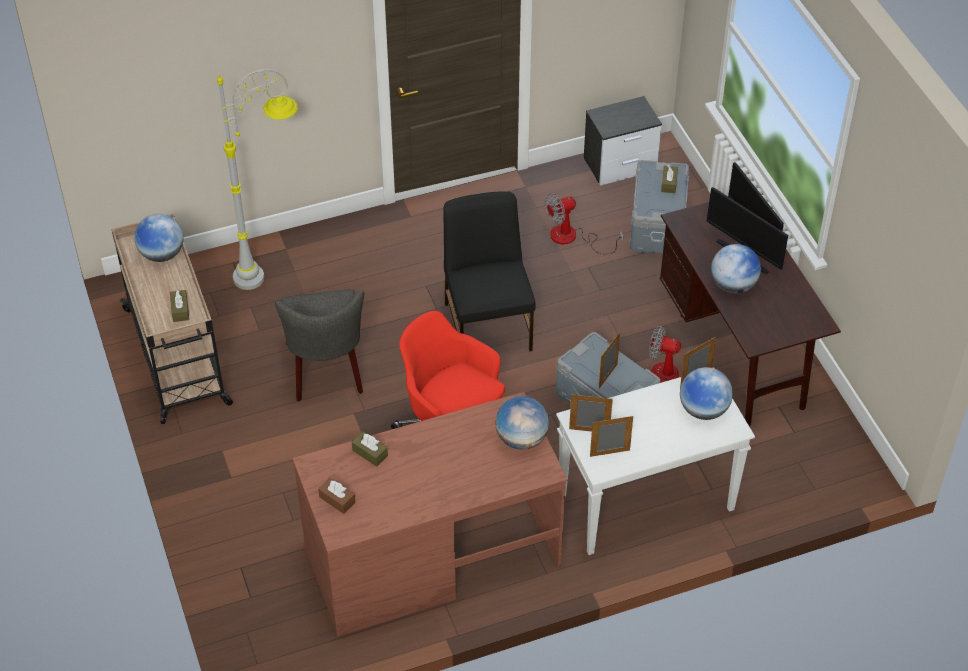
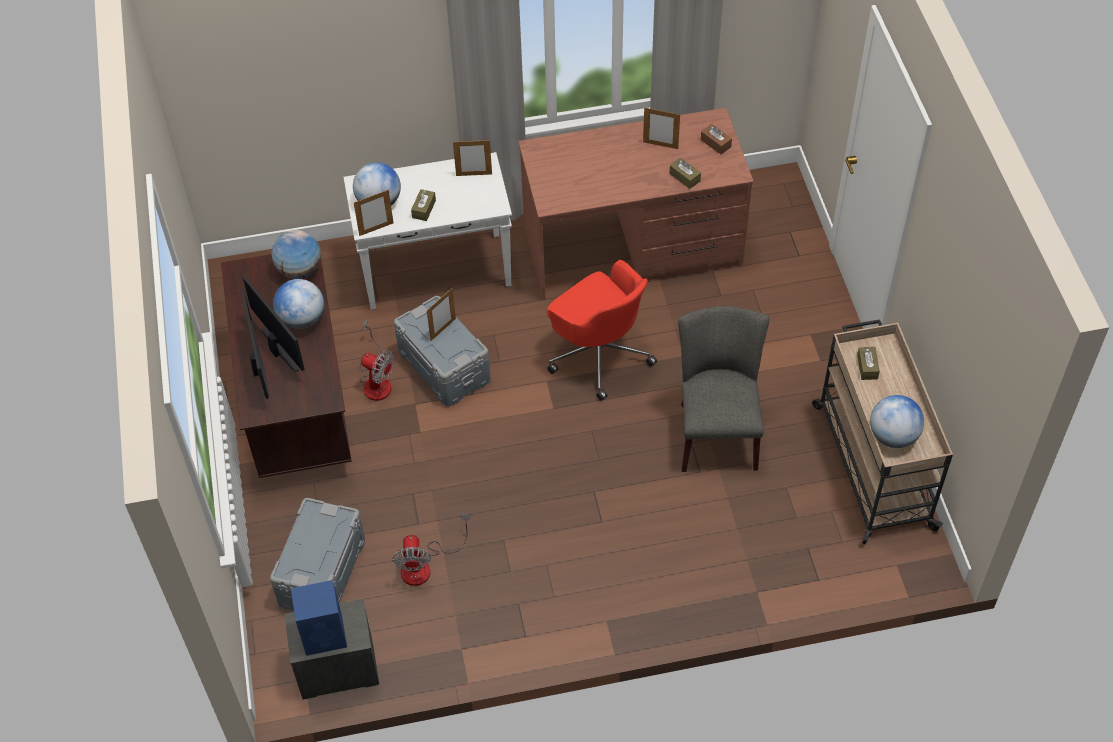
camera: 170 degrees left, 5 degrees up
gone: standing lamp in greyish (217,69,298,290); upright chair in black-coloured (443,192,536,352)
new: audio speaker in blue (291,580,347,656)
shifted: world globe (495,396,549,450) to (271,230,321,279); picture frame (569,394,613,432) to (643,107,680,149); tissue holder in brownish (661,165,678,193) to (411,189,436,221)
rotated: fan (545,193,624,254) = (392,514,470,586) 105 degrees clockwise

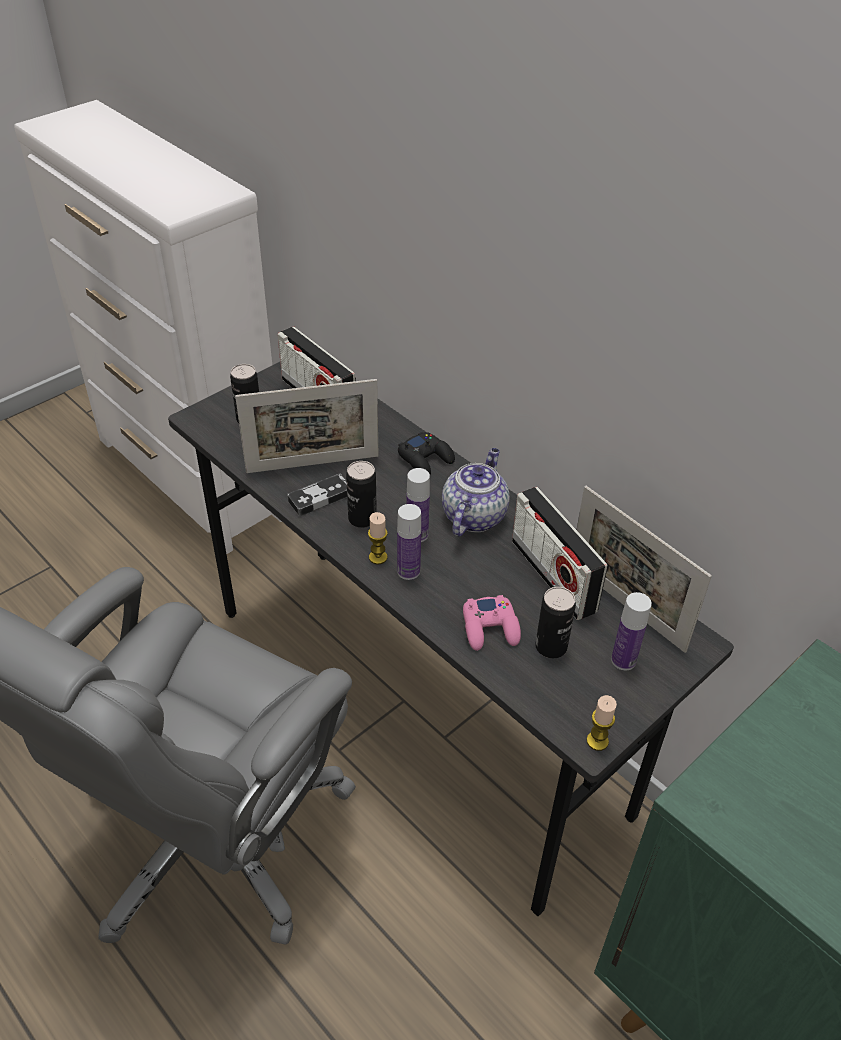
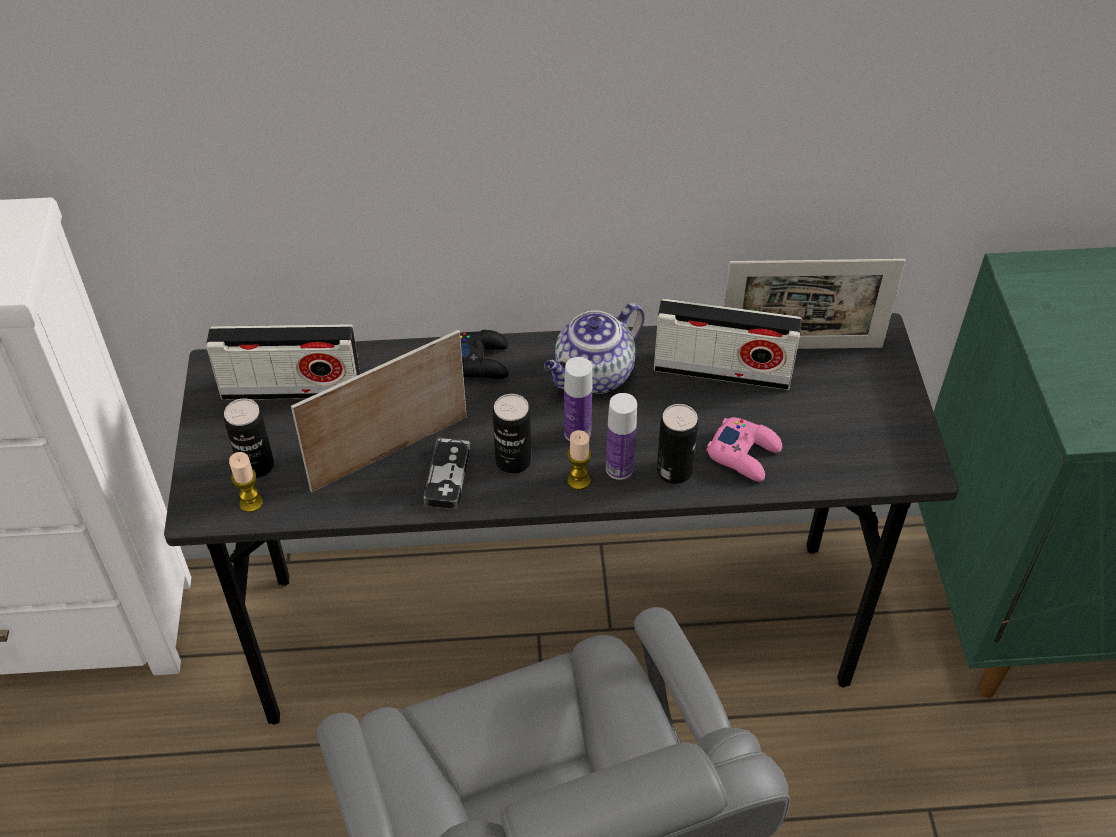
camera: 50 degrees left, 5 degrees up
gone: drink bottle (611,592,652,670)
shifted: can (535,587,576,658) to (657,404,698,484); candle (586,695,617,751) to (229,452,263,513)
rotated: picture frame (235,379,378,473) = (291,330,467,492) 150 degrees counterclockwise; teapot (442,448,510,536) = (544,303,644,394) 105 degrees counterclockwise

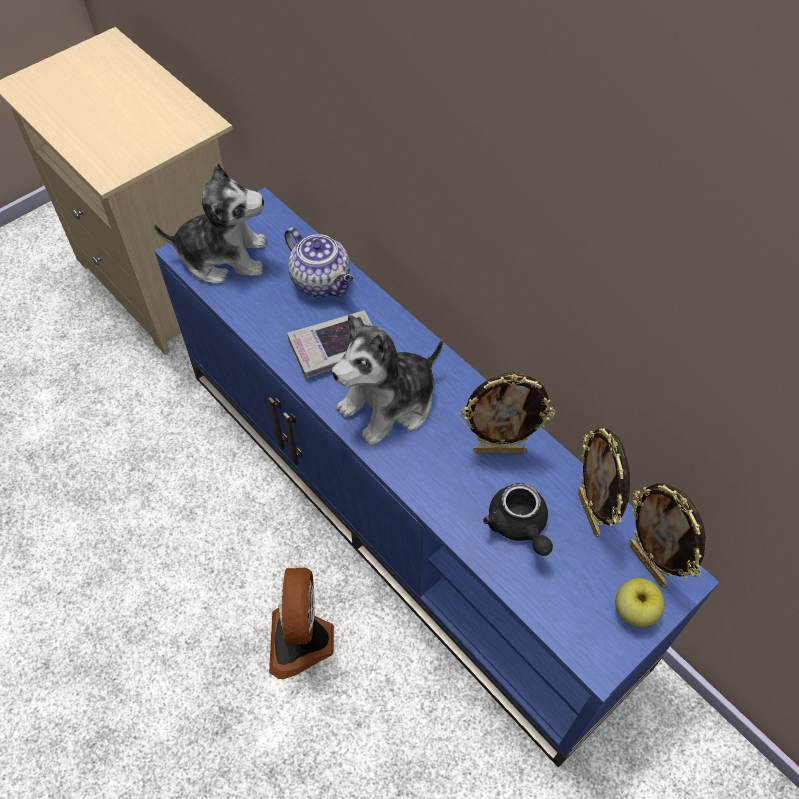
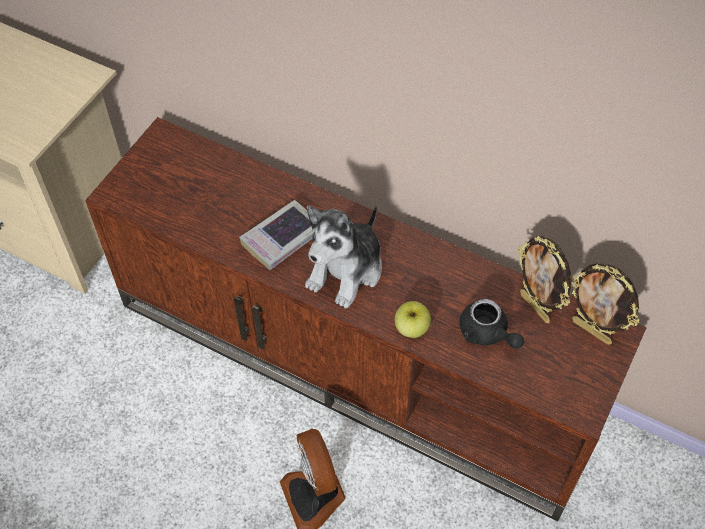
camera: 20 degrees left, 0 degrees up
gone: cuddly toy (154,163,267,284); teapot (284,227,354,297); picture frame (460,372,555,454)
shifted: whole apple (615,578,665,628) to (395,301,431,338)
repainted: media console in blue (155,187,719,767) to media console in brownish (85,117,647,522)

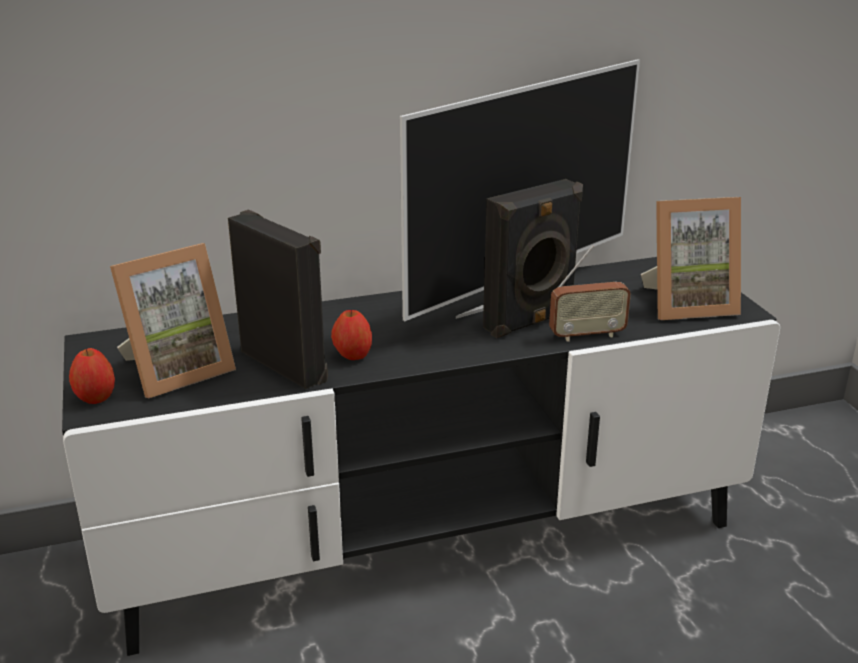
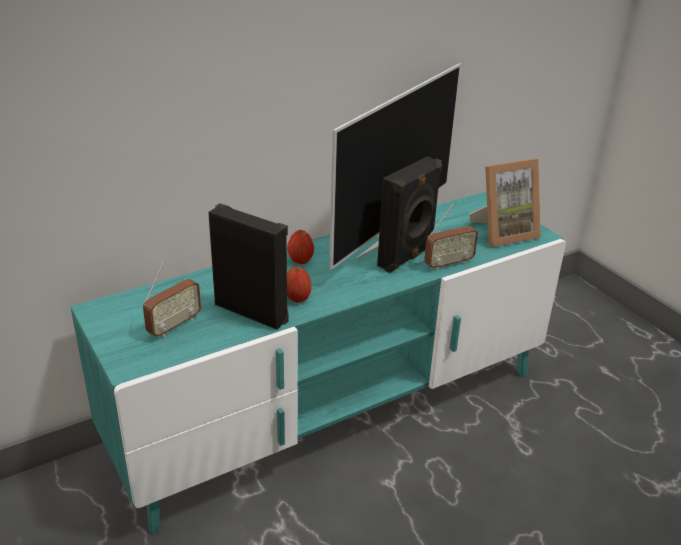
camera: 15 degrees left, 5 degrees up
shifted: whole apple (69,348,115,404) to (287,230,314,264)
swapped: picture frame (110,243,236,399) to radio receiver (143,260,201,337)
repainted: media console in black-coloured (62,257,780,656) to media console in blue-green (70,191,566,534)

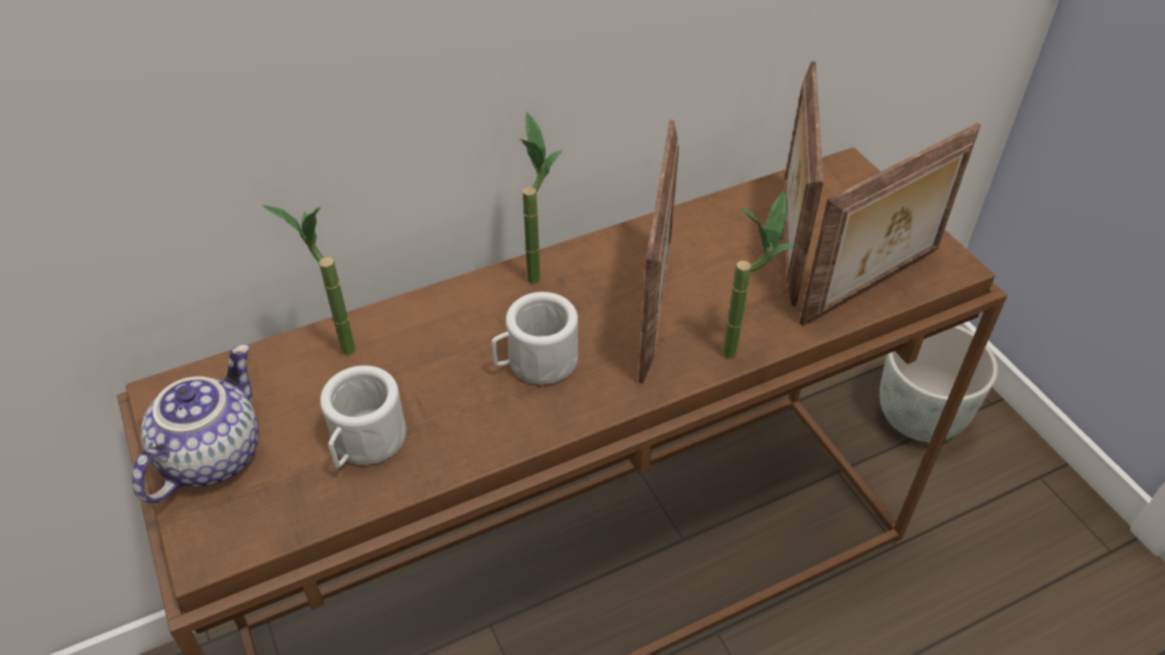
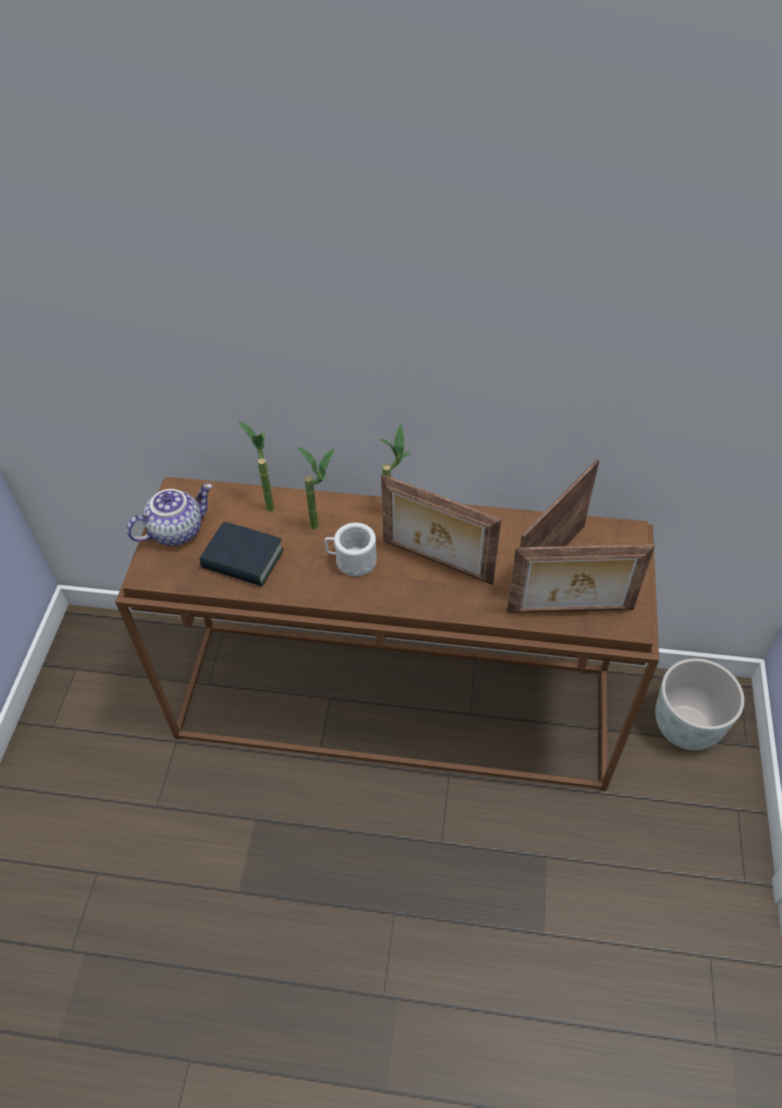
camera: 35 degrees right, 5 degrees up
shifted: plant in a pot (723,190,796,359) to (298,447,334,529)
swapped: coffee mug in white-coloured (320,365,406,468) to book (200,522,284,586)
rotated: picture frame (638,120,679,384) = (381,474,501,585) 75 degrees clockwise

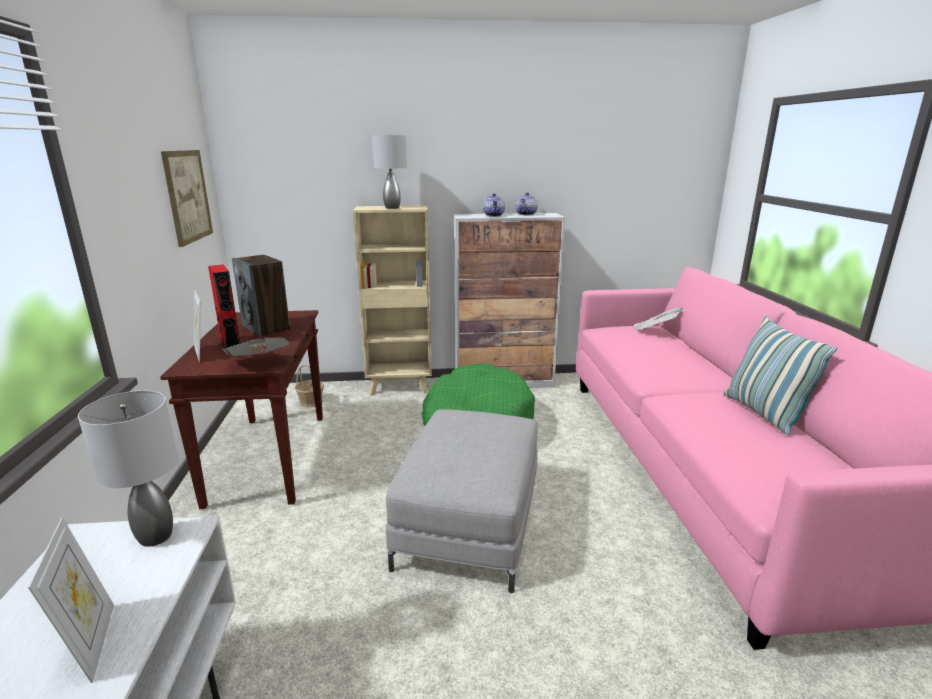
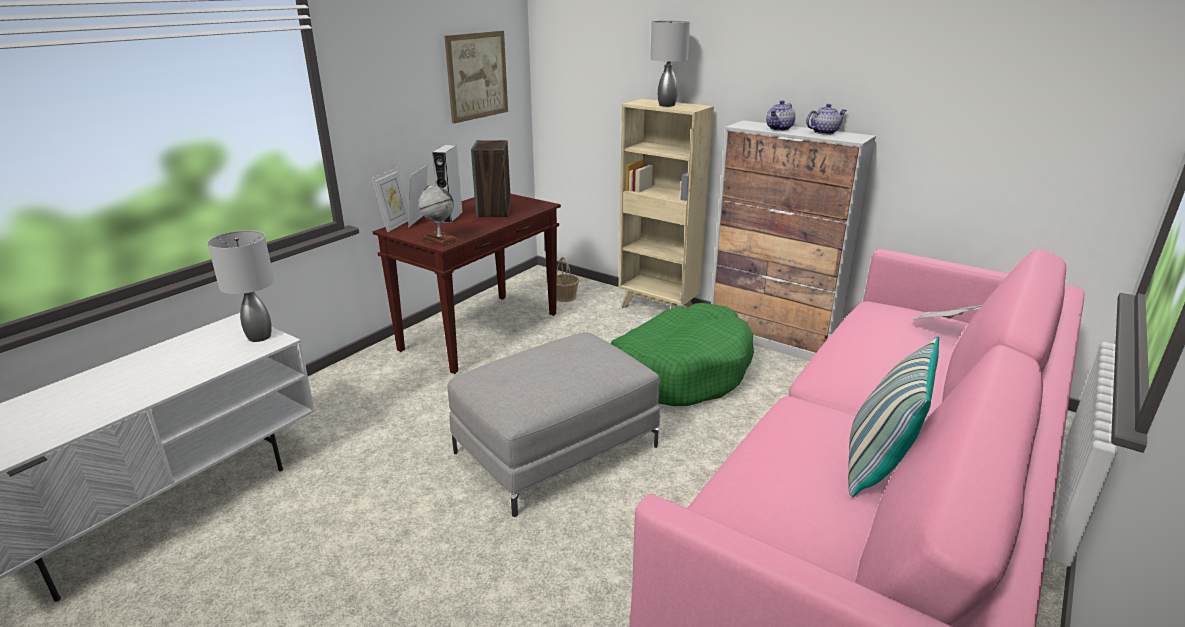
camera: 40 degrees right, 5 degrees up
shifted: picture frame (28,517,114,683) to (372,167,409,233)
swapped: printed paper (221,337,291,356) to world globe (419,184,458,246)
repainted: audio speaker in reddish (208,265,240,348) to audio speaker in greyish (432,145,463,223)

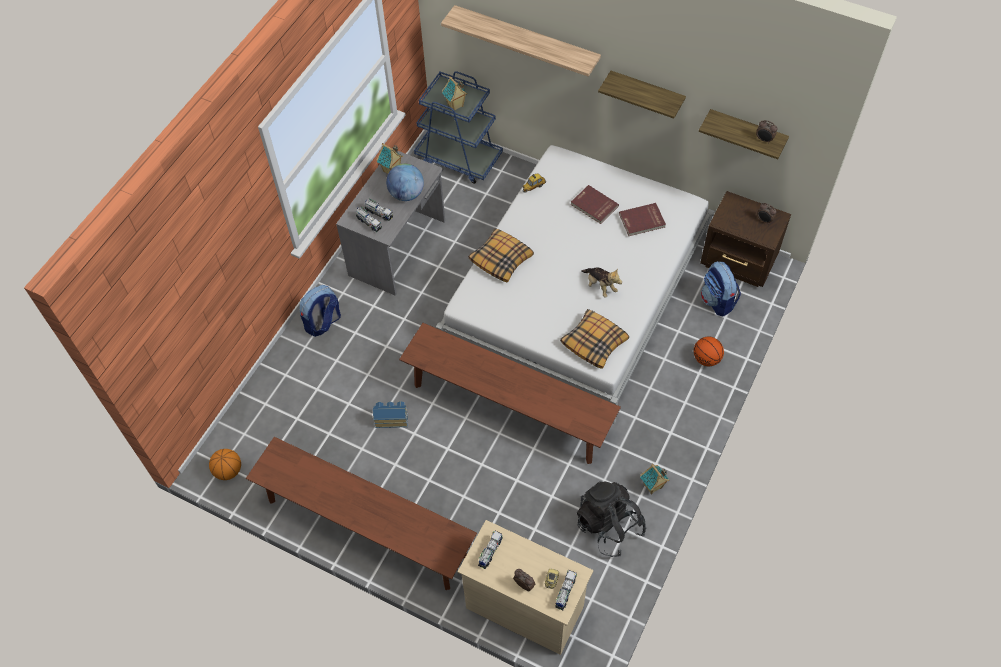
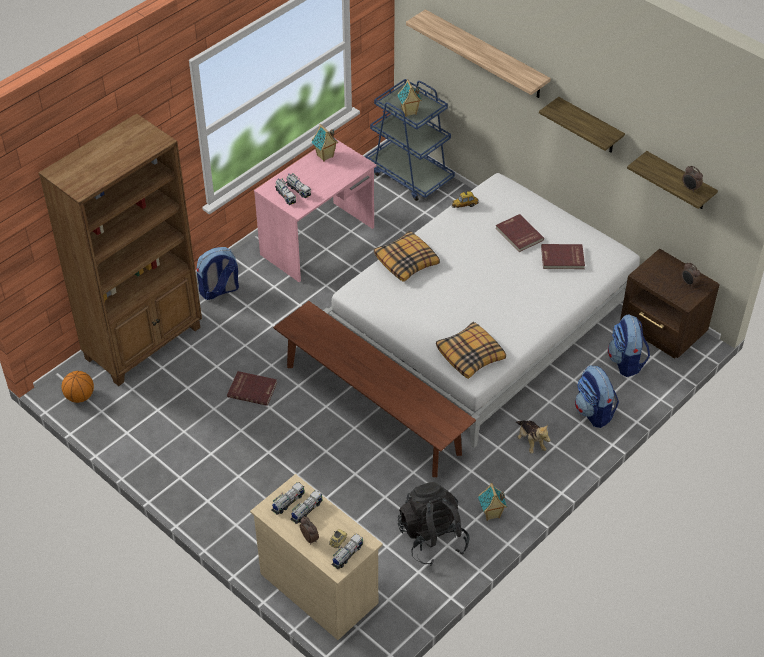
camera: 15 degrees right, 10 degrees down
gone: long seat in brownish (246,437,477,590); world globe (386,164,424,201)
new: bookshelf in brownish (38,113,202,386); toy lorry (290,490,322,524)
shifted: cuddly toy (581,268,622,298) to (516,420,550,454)
swapped: miniature house (373,401,408,428) to book in reddish (227,371,277,406); basketball ball (694,337,724,366) to knapsack (575,365,619,428)
repainted: desk table in greyish (336,151,445,296) to desk table in pink-coloured (254,137,377,282)

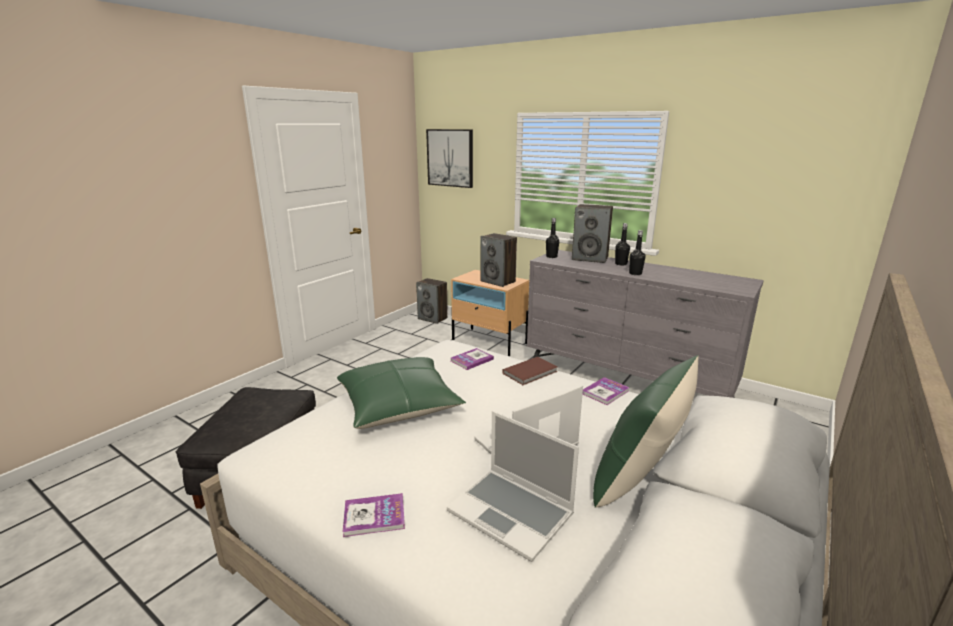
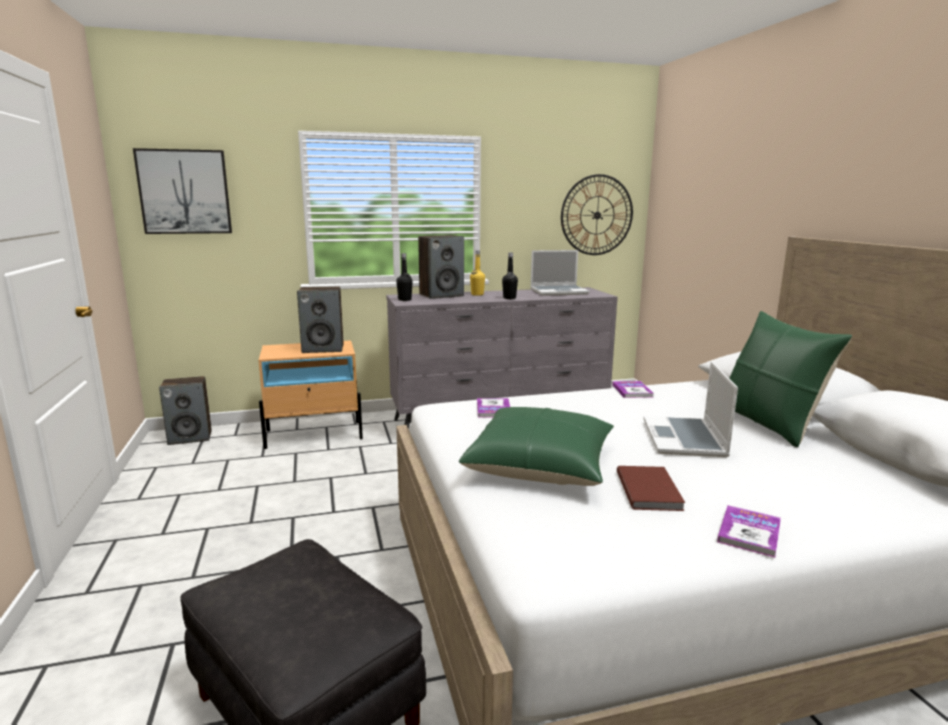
camera: 50 degrees left, 5 degrees down
new: hanging clock (561,174,633,255)
shifted: laptop (447,411,579,562) to (530,250,590,296); book in brownish (502,357,558,385) to (617,466,685,511)
repainted: drink bottle in black-coloured (615,223,630,266) to drink bottle in yellow (470,250,485,296)

